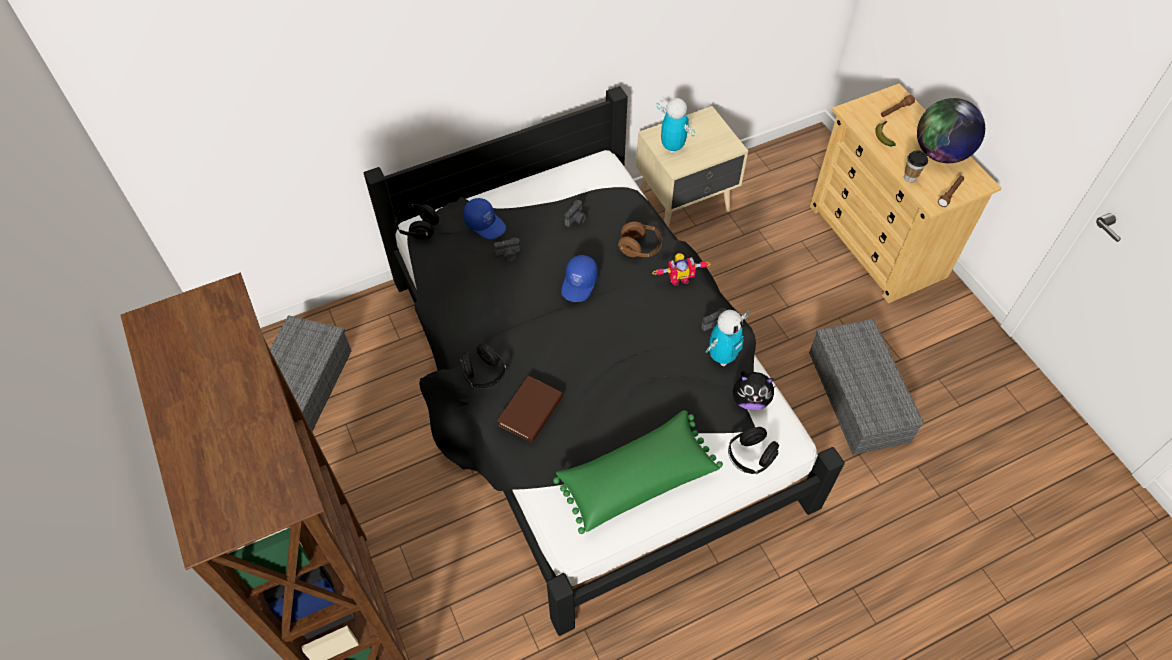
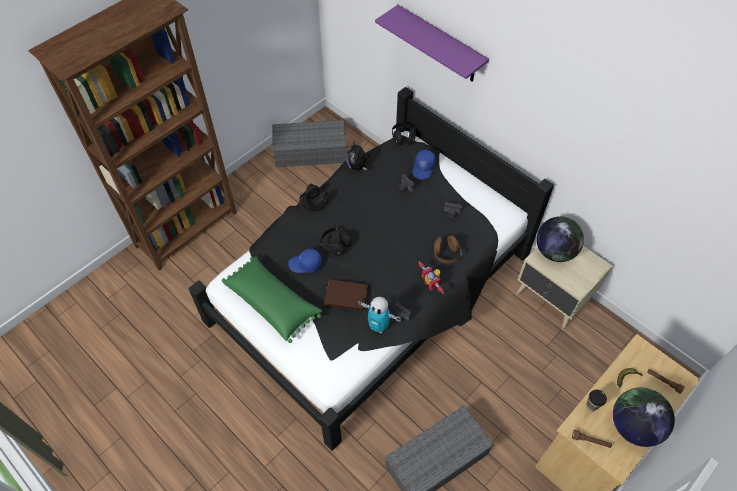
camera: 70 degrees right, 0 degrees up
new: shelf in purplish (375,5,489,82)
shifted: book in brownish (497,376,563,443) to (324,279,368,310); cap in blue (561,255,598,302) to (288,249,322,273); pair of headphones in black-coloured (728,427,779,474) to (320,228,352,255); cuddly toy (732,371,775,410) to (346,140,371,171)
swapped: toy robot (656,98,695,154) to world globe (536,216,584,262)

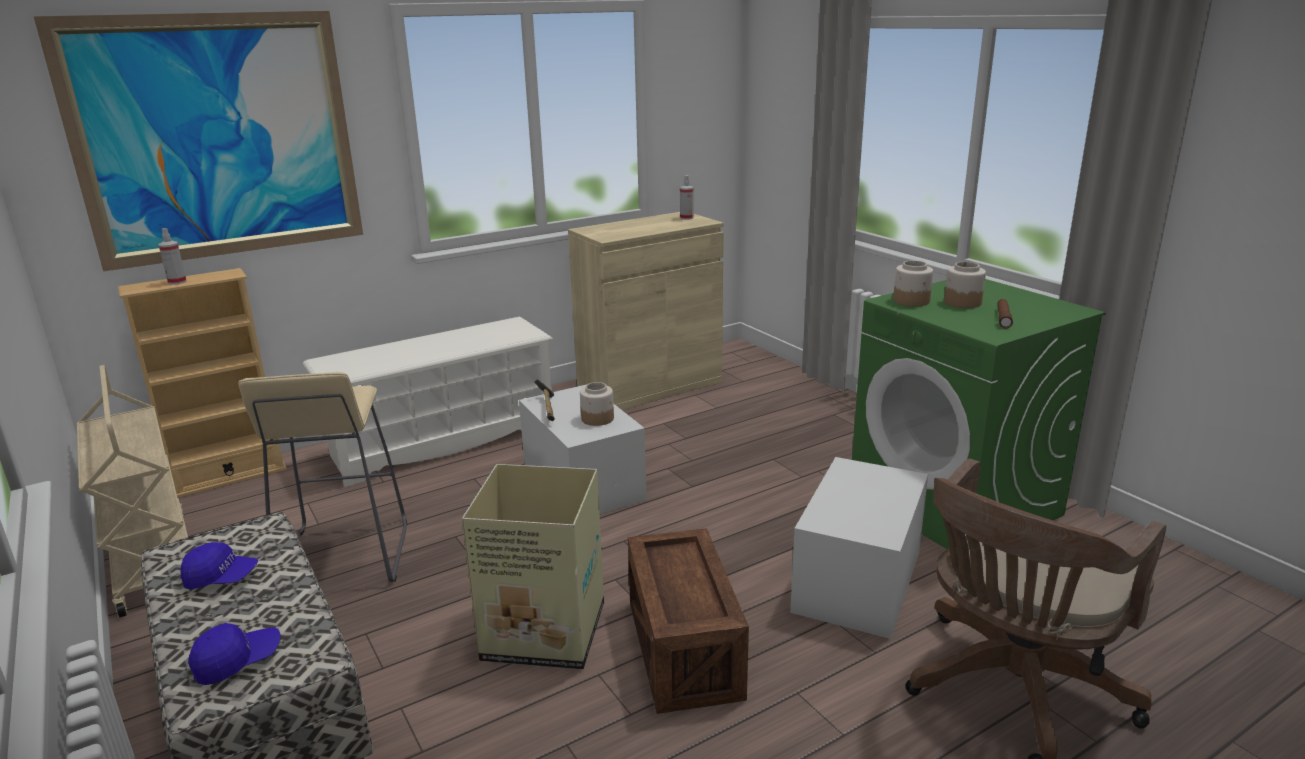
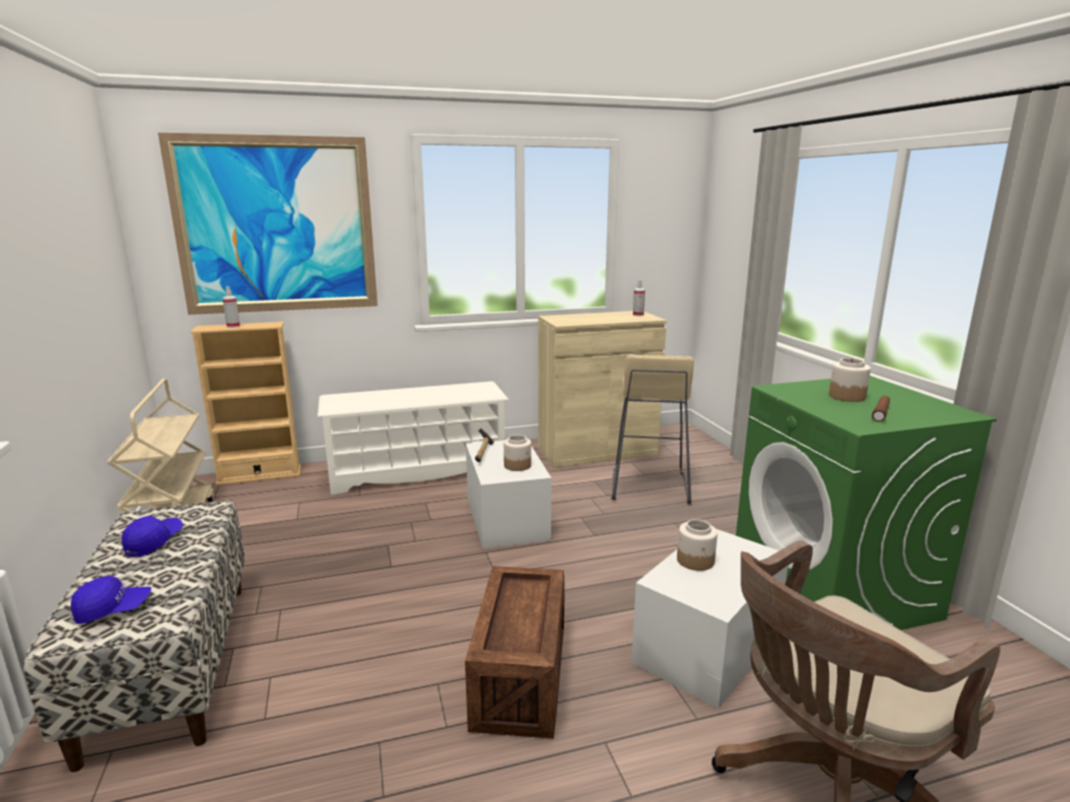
camera: 15 degrees right, 5 degrees down
gone: cardboard box (462,464,604,669)
shifted: stool seat in beige (238,372,407,582) to (611,355,694,504); jar (893,260,933,306) to (677,519,718,571)
rotated: cap in blue (180,542,258,589) = (122,516,183,557) 90 degrees counterclockwise

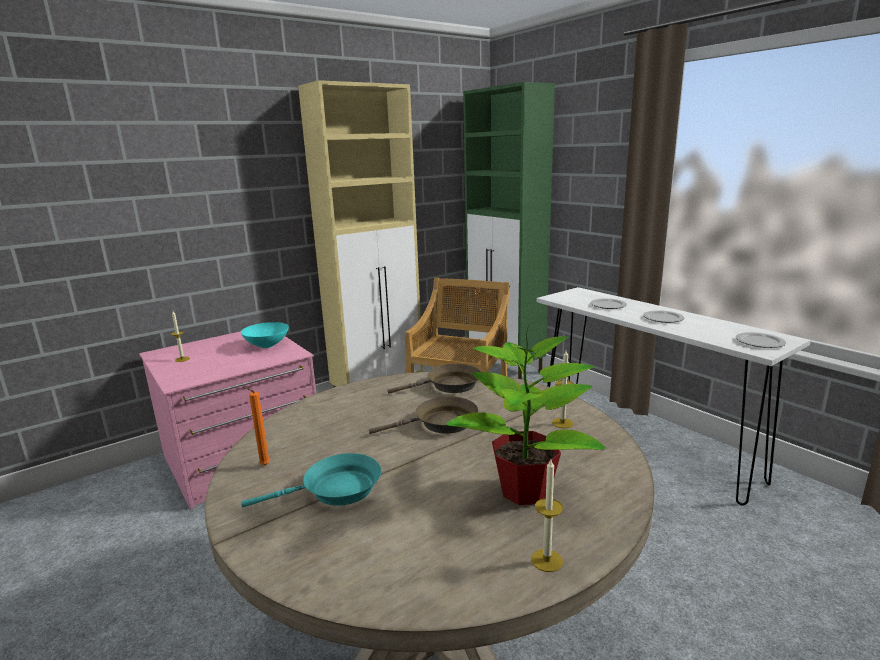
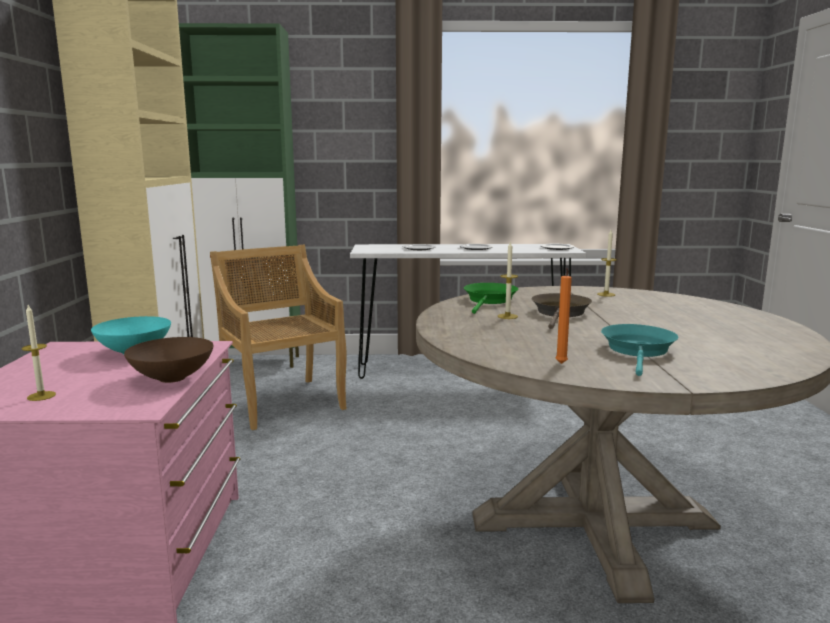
camera: 55 degrees left, 5 degrees down
gone: plant in a pot (446,326,606,505)
new: serving bowl in brownish (124,337,214,383)
shifted: candle (531,459,563,572) to (498,241,518,319)
repainted: frying pan in brownish (388,364,481,394) to frying pan in greenish (464,283,518,314)

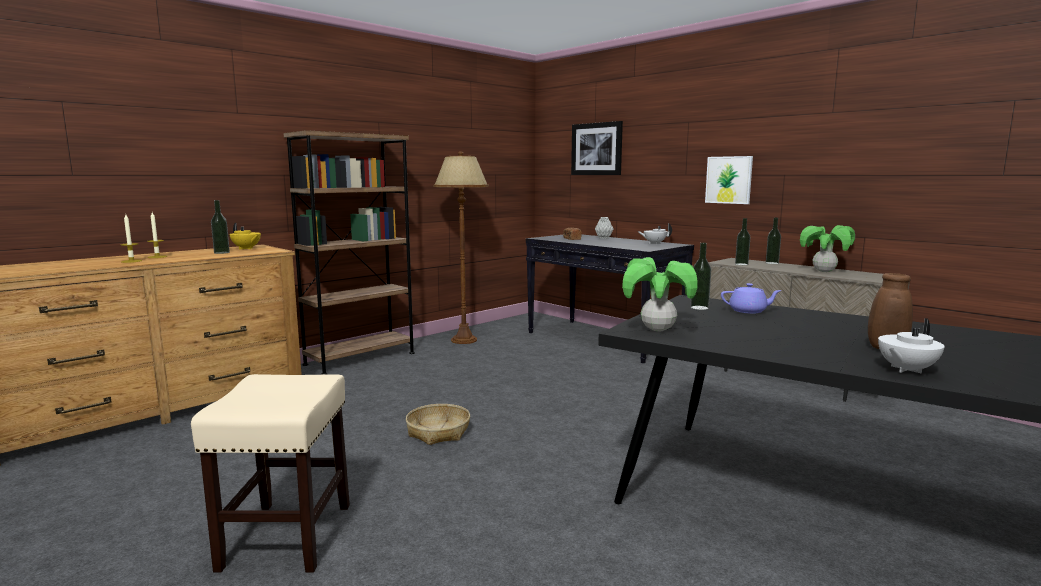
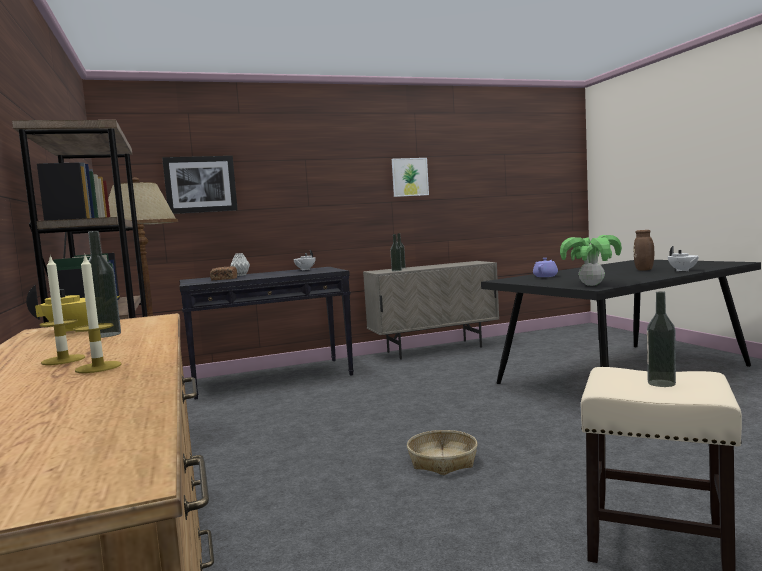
camera: 65 degrees left, 5 degrees down
gone: plant in a pot (800,225,855,272)
shifted: drink bottle (690,243,711,310) to (647,291,676,387); wall art (705,156,753,204) to (392,158,429,197)

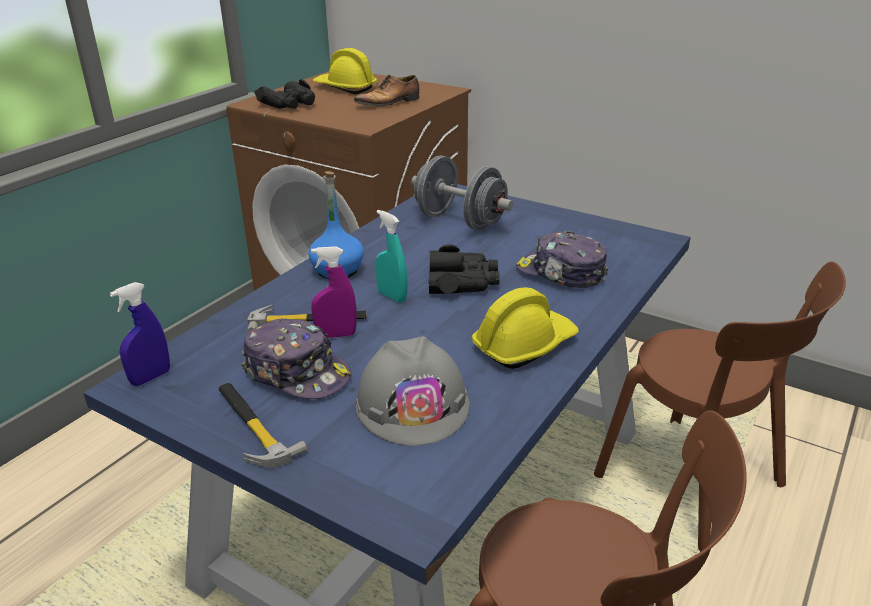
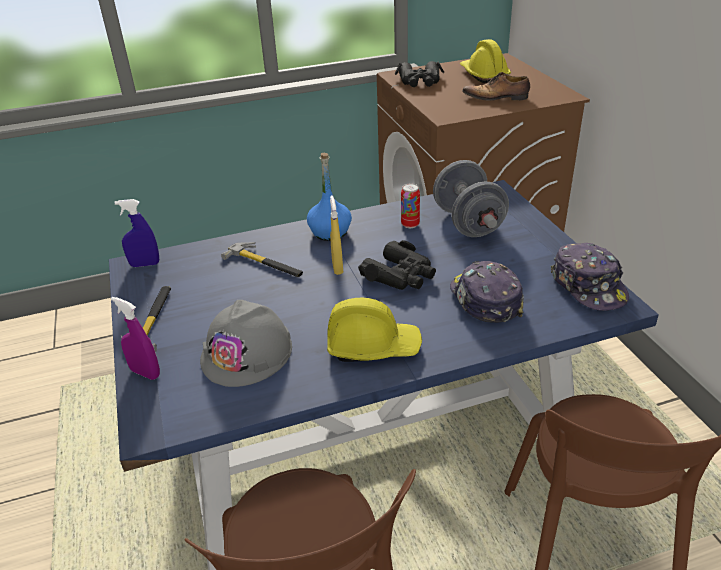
camera: 40 degrees right, 5 degrees up
new: can (401,183,420,228)
shifted: cap (241,318,351,399) to (551,243,629,311); hand sprayer in purplish (311,246,357,338) to (111,297,160,380)
repainted: hand sprayer in blue-green (375,210,407,303) to hand sprayer in yellow (330,196,343,275)

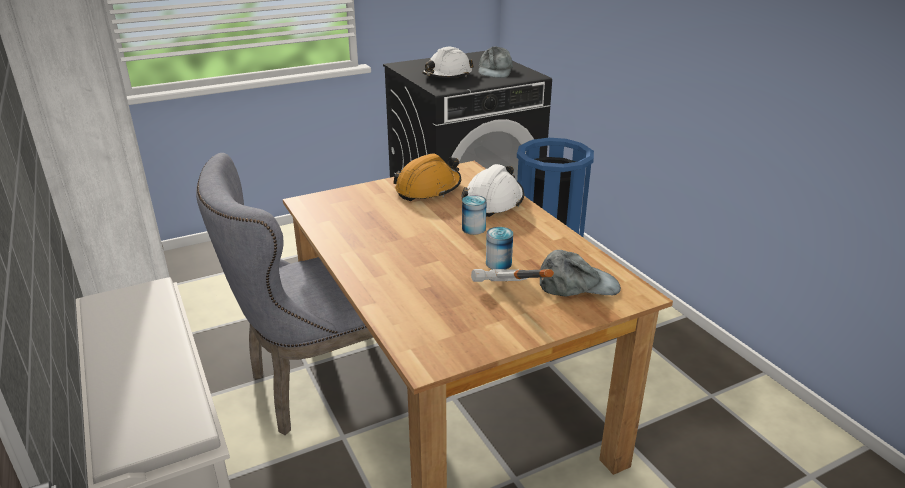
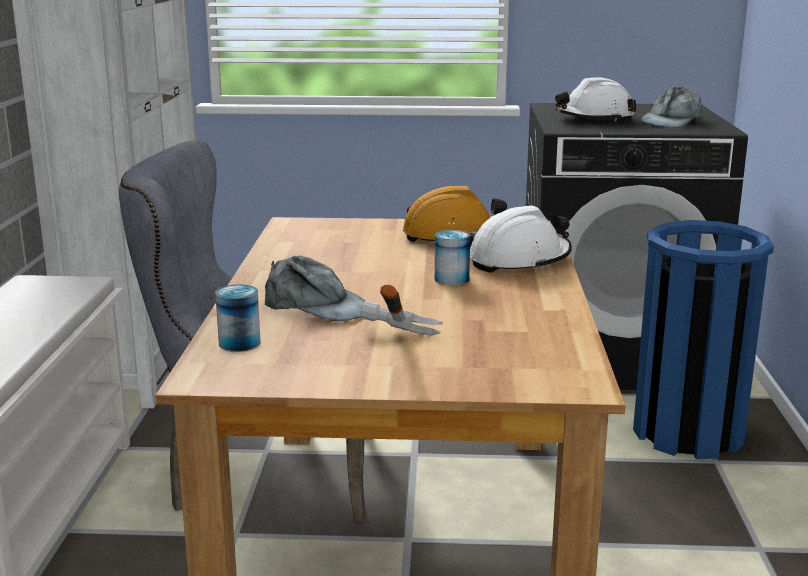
camera: 30 degrees right, 10 degrees down
shifted: can (486,227,513,269) to (215,284,261,352); cap in greyish (540,250,621,296) to (265,255,365,322)

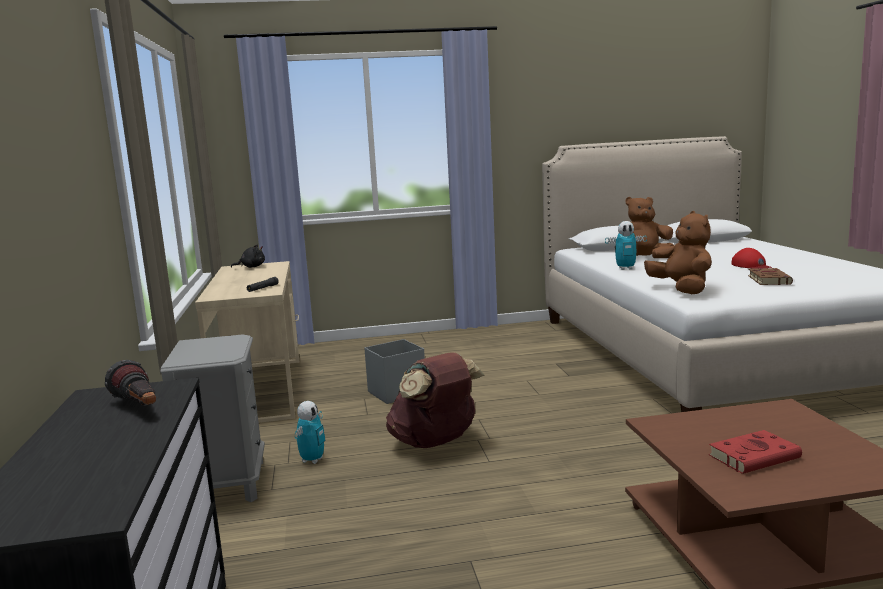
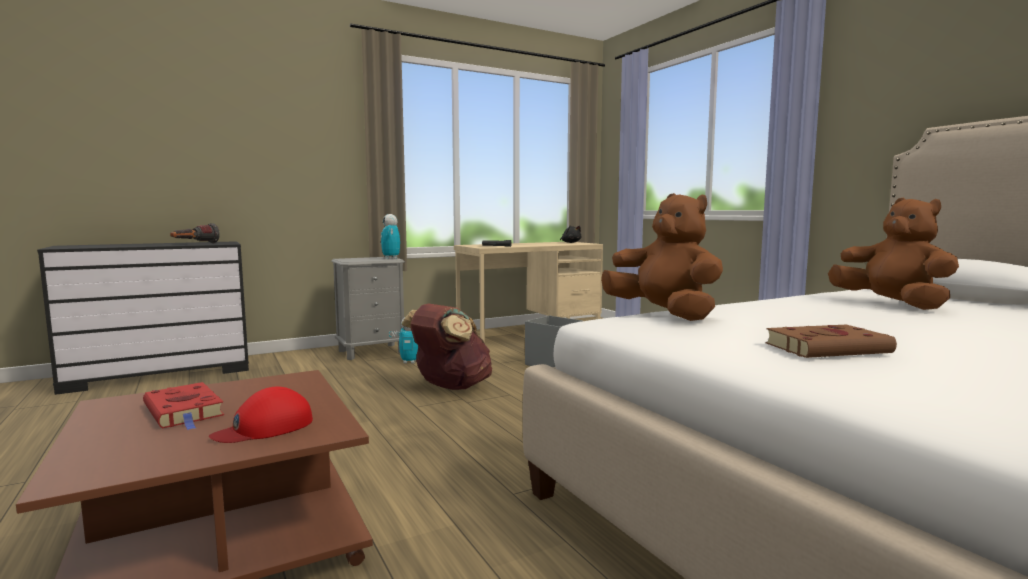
camera: 70 degrees right, 5 degrees down
shifted: toy robot (605,221,647,270) to (381,214,400,259); cap in reddish (731,248,772,269) to (209,387,313,443)
rotated: cuddly toy in brownish (644,211,712,294) = (601,193,723,321) 90 degrees counterclockwise

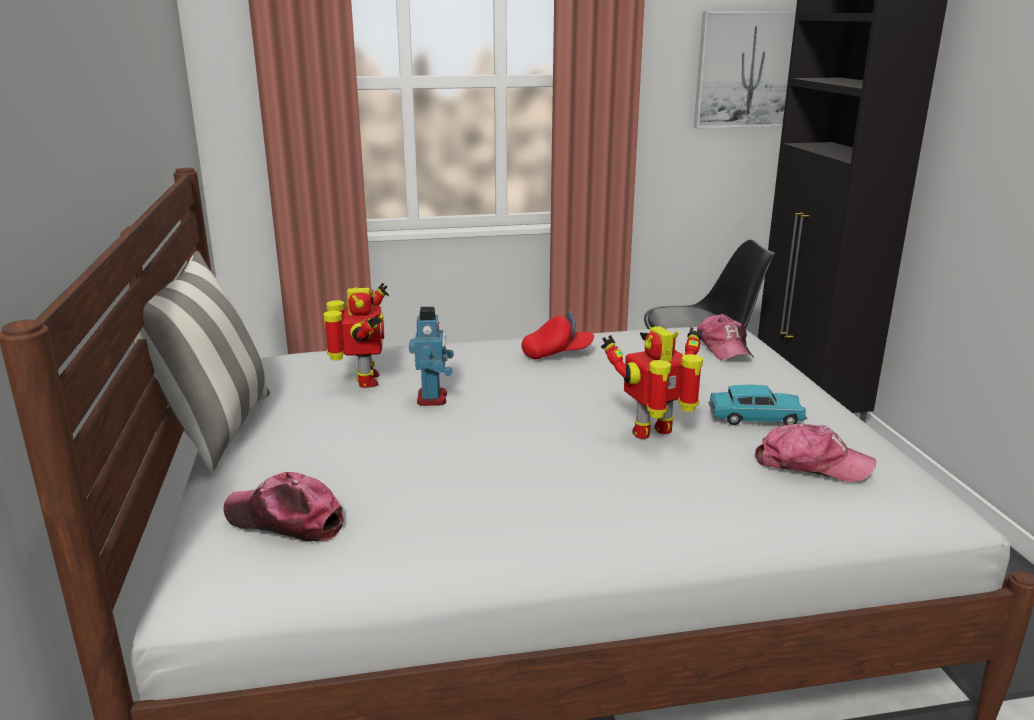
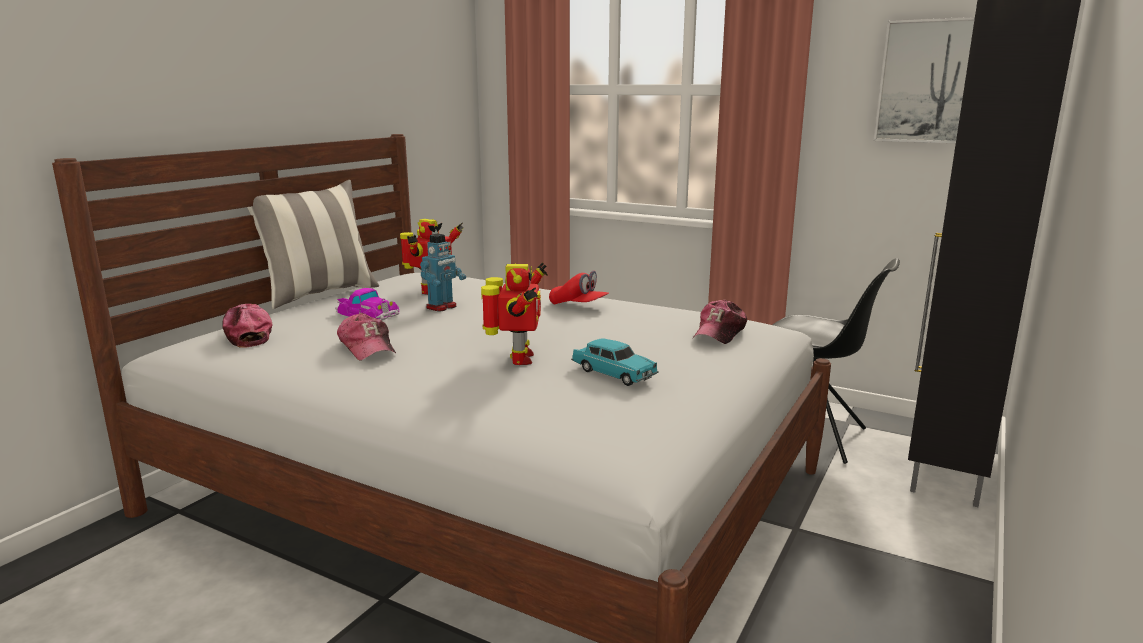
camera: 40 degrees right, 5 degrees down
new: miniature car (335,288,399,321)
shifted: cap (755,423,876,482) to (337,313,396,361)
rotated: toy robot (601,326,703,439) = (481,263,548,365) 75 degrees clockwise

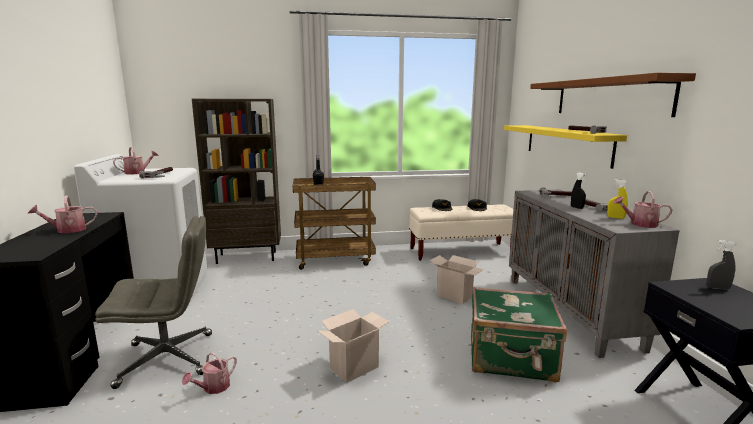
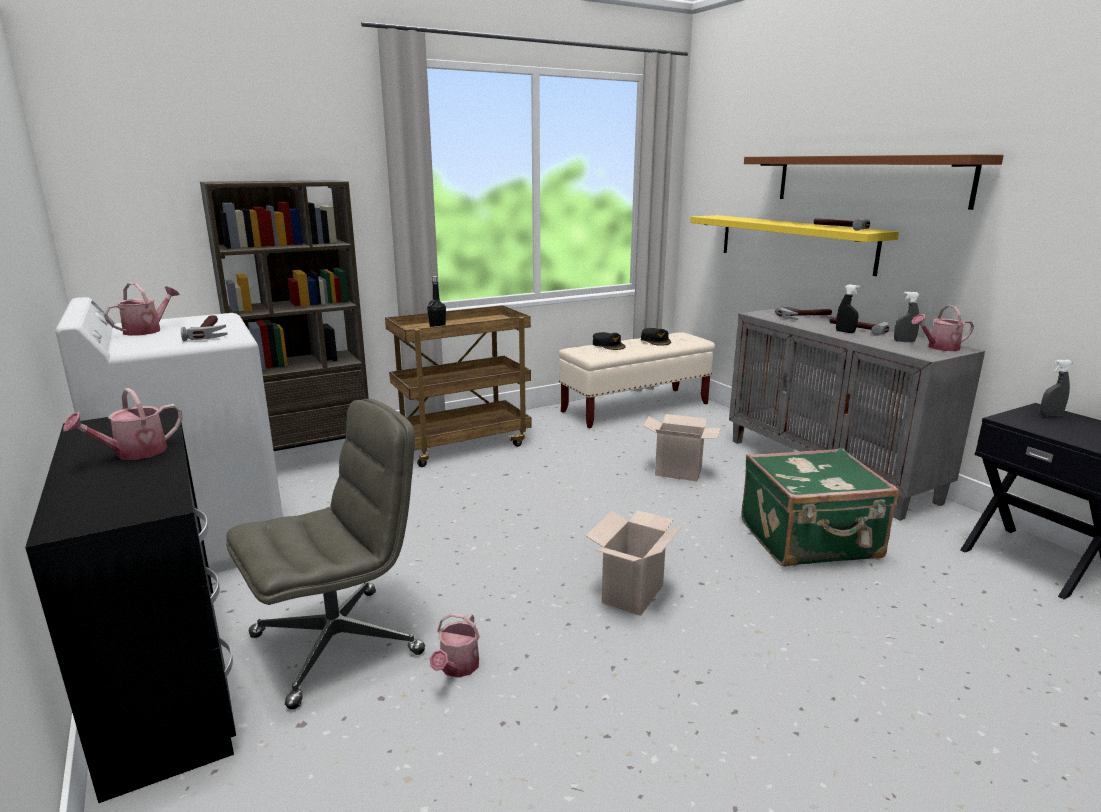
camera: 20 degrees left, 5 degrees up
repainted: hand sprayer in yellow (607,179,628,219) to hand sprayer in greyish (894,292,920,342)

